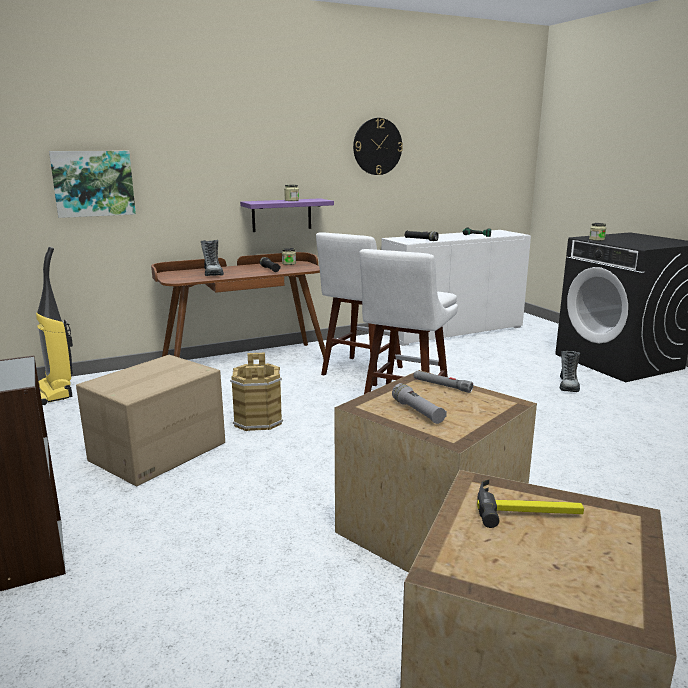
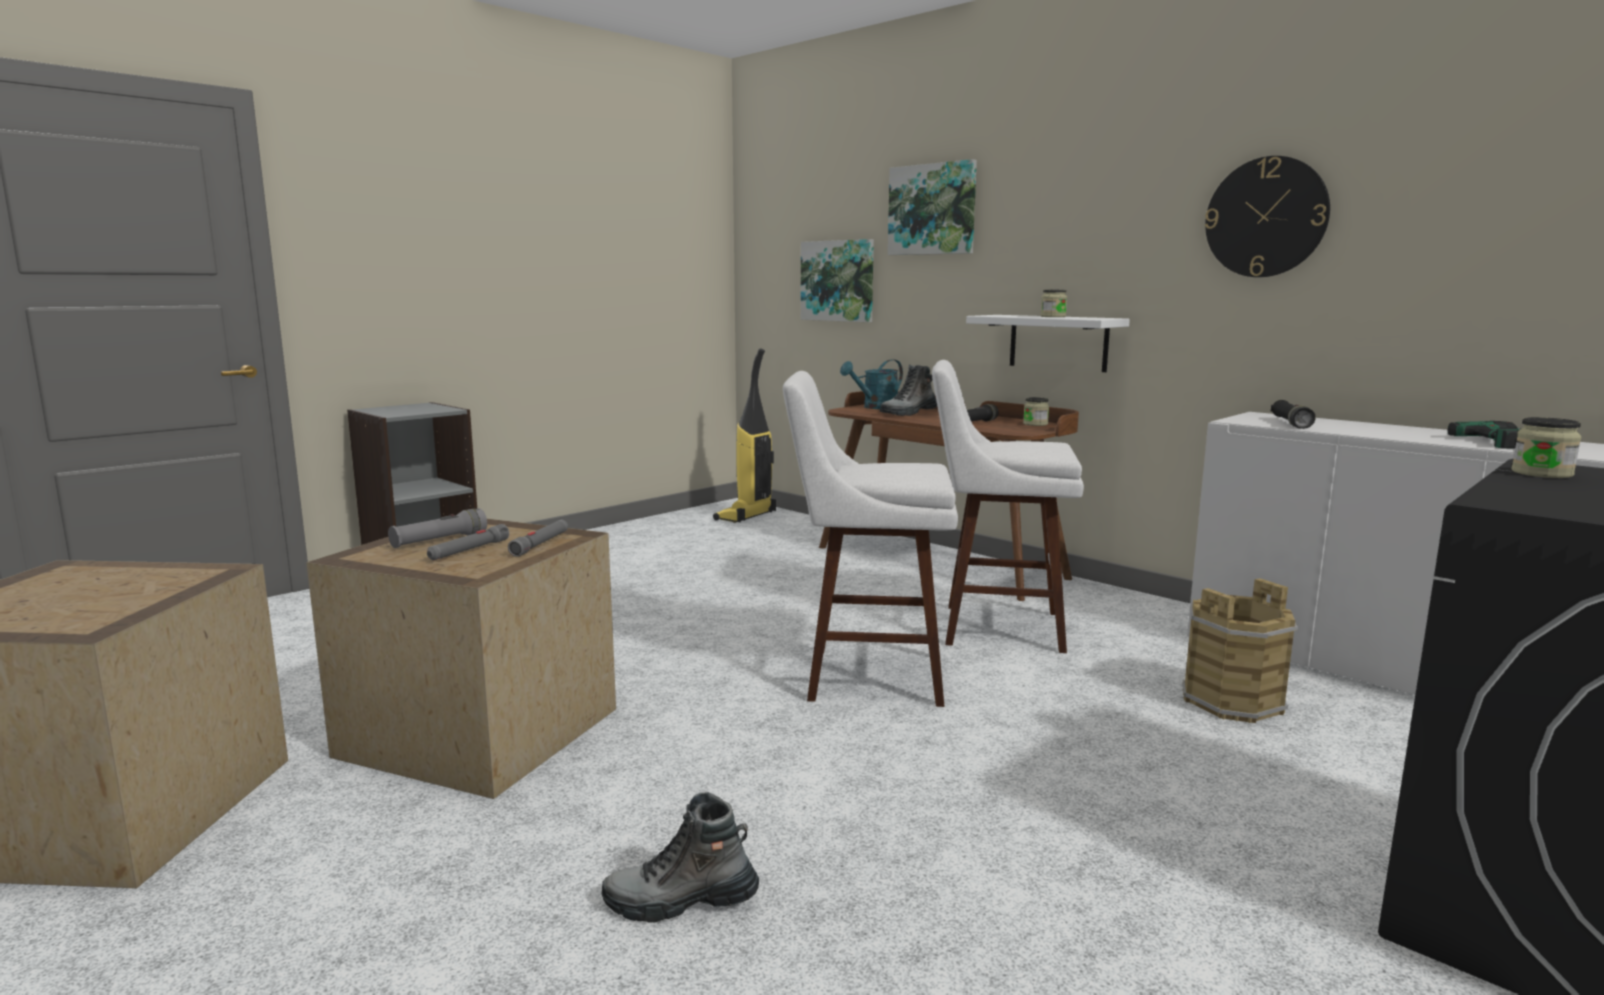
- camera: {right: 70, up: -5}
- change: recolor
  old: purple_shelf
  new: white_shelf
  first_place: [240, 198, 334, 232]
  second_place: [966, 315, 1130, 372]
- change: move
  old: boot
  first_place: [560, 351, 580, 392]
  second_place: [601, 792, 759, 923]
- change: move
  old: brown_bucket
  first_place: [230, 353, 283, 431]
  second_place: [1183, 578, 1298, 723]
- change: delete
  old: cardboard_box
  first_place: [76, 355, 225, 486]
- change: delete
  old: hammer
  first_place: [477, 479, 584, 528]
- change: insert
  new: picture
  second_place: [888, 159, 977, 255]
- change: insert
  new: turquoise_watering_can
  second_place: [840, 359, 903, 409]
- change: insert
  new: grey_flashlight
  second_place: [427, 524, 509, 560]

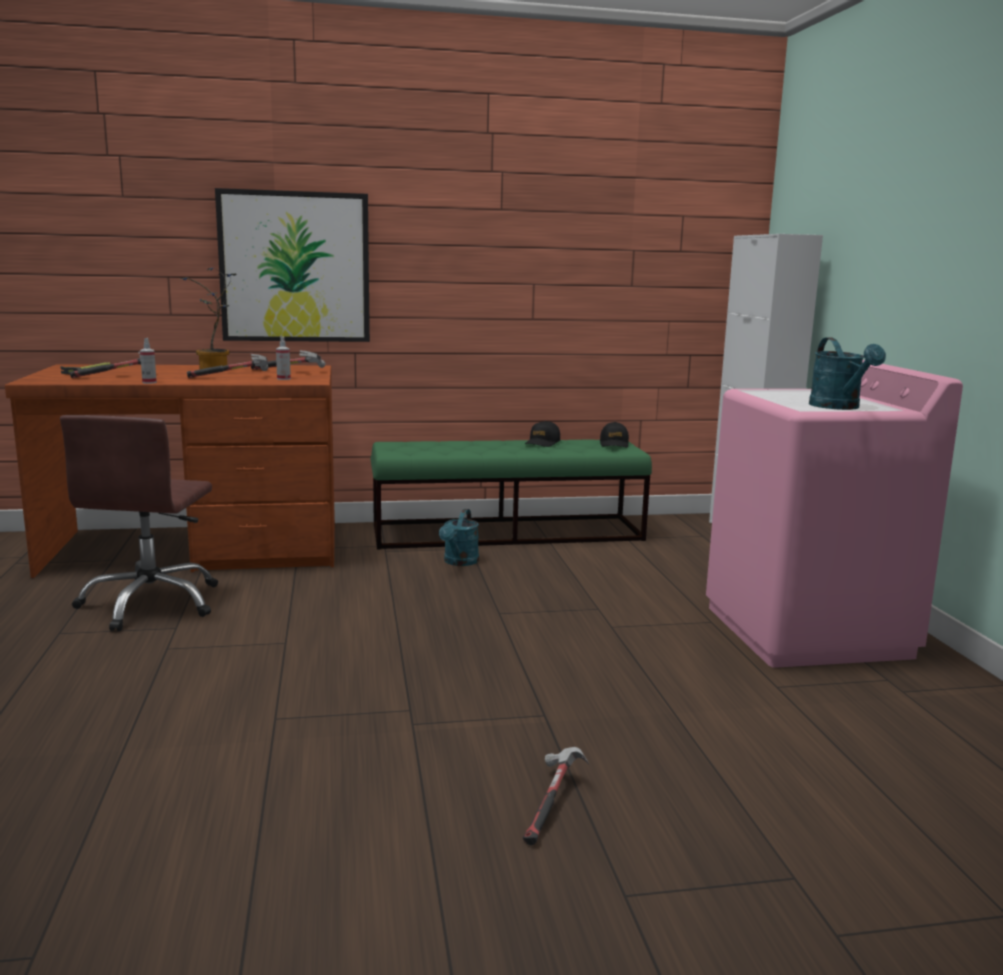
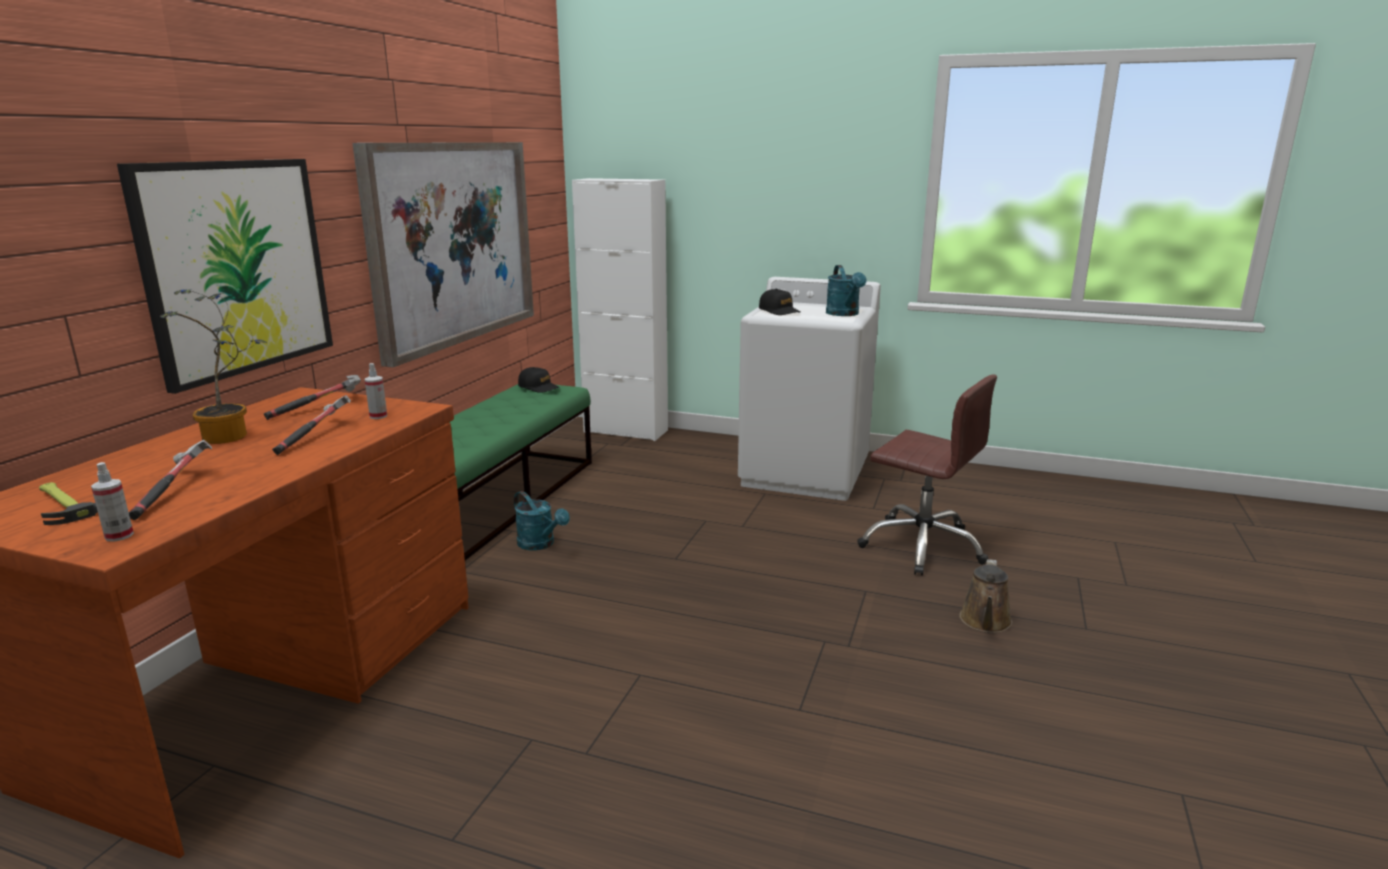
- camera: {right: -60, up: 5}
- change: rotate
  old: turquoise_watering_can
  first_place: [809, 337, 886, 410]
  second_place: [826, 265, 867, 316]
  degrees: 60
- change: move
  old: spray_bottle
  first_place: [140, 338, 157, 384]
  second_place: [91, 462, 134, 542]
- change: recolor
  old: pink_washing_machine
  new: white_washing_machine
  first_place: [706, 360, 963, 668]
  second_place: [738, 277, 881, 501]
- change: move
  old: brown_office_chair
  first_place: [60, 415, 218, 631]
  second_place: [857, 375, 997, 576]
- change: move
  old: black_cap
  first_place: [525, 421, 560, 447]
  second_place: [759, 289, 801, 315]
- change: replace
  old: hammer
  new: brown_watering_can
  first_place: [523, 747, 589, 845]
  second_place: [959, 559, 1012, 633]
- change: insert
  new: picture
  second_place: [352, 142, 534, 367]

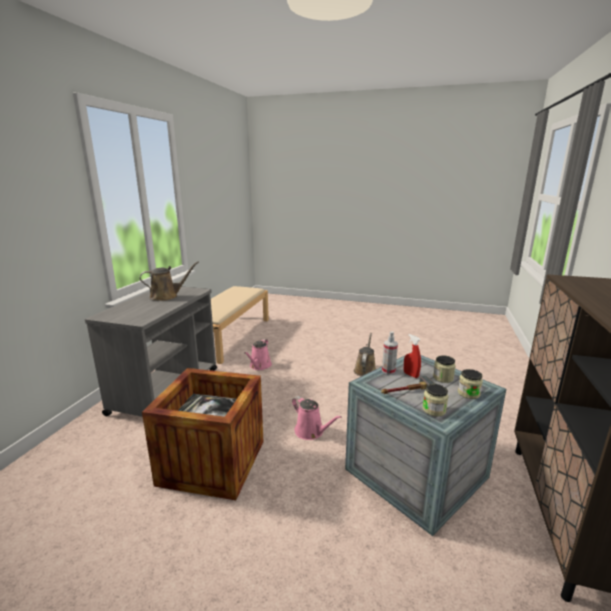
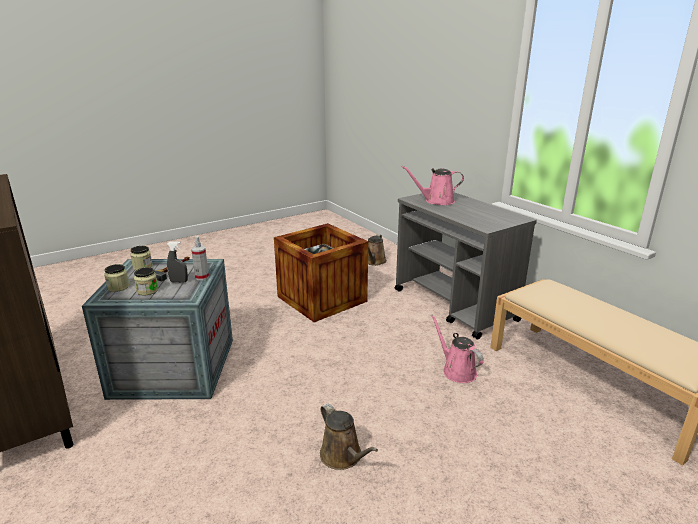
- camera: {right: 130, up: 5}
- change: move
  old: brown_watering_can
  first_place: [140, 262, 199, 301]
  second_place: [368, 234, 387, 266]
- change: recolor
  old: red_spray_bottle
  new: grey_spray_bottle
  first_place: [404, 334, 421, 378]
  second_place: [167, 241, 188, 283]
- change: move
  old: pink_watering_can
  first_place: [292, 396, 342, 440]
  second_place: [402, 166, 464, 205]

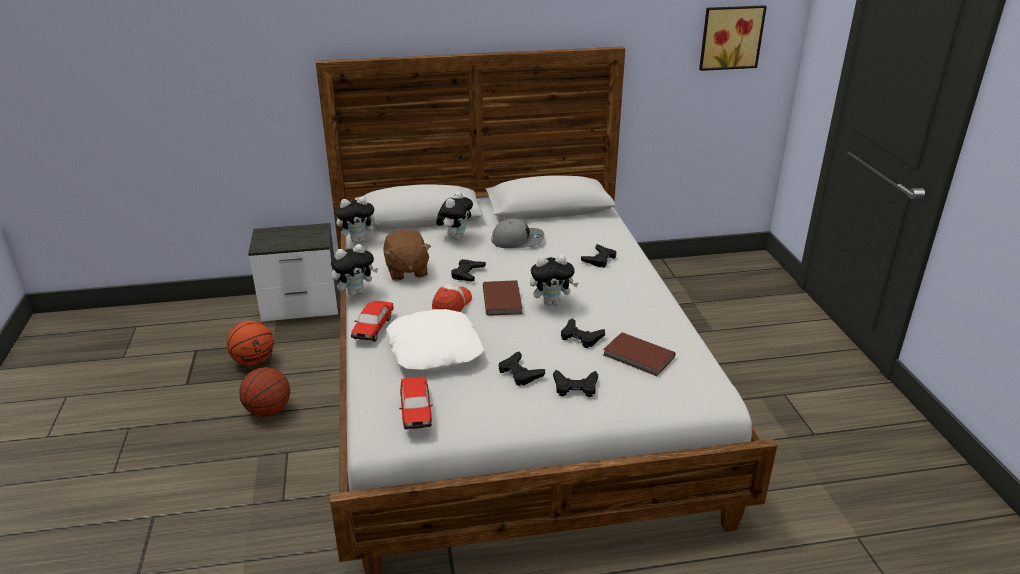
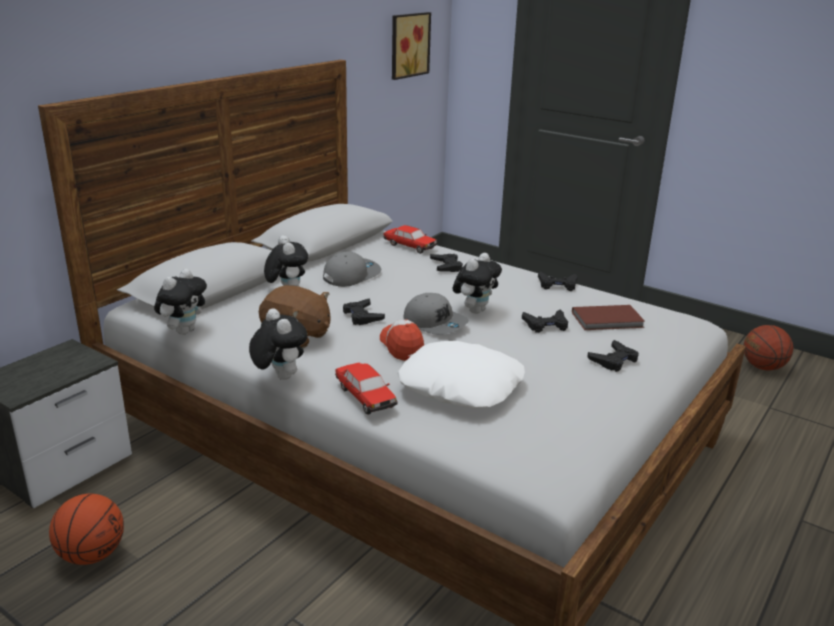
- camera: {right: -45, up: -5}
- change: rotate
  old: plush_toy
  first_place: [331, 244, 378, 296]
  second_place: [249, 308, 307, 380]
  degrees: -45
- change: replace
  old: brown_book
  new: grey_cap
  first_place: [483, 280, 523, 316]
  second_place: [404, 293, 469, 335]
- change: move
  old: black_game_controller
  first_place: [498, 351, 545, 386]
  second_place: [538, 271, 578, 291]
- change: move
  old: basketball
  first_place: [239, 367, 290, 417]
  second_place: [744, 325, 793, 371]
- change: move
  old: toy_car
  first_place: [399, 377, 433, 429]
  second_place: [383, 225, 437, 254]

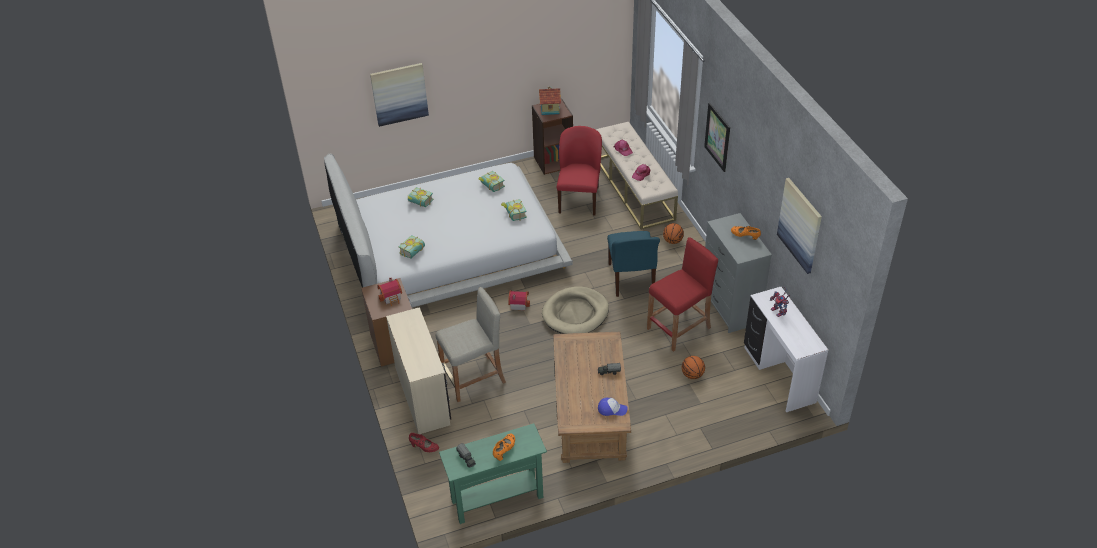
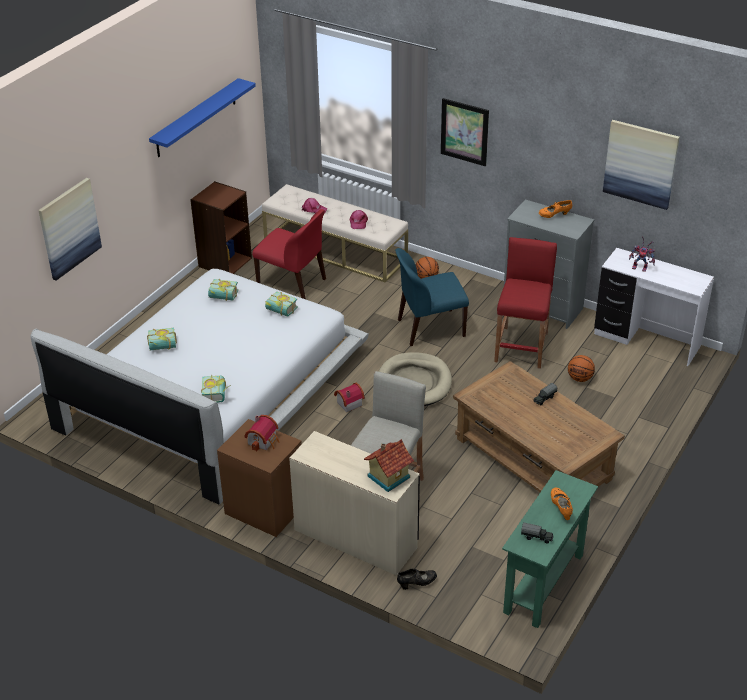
- camera: {right: -40, up: -5}
- change: move
  old: toy_house
  first_place: [539, 86, 561, 115]
  second_place: [364, 439, 414, 492]
- change: rotate
  old: red_chair
  first_place: [556, 126, 602, 216]
  second_place: [252, 209, 326, 299]
  degrees: 150
- change: rotate
  old: blue_chair
  first_place: [607, 231, 660, 297]
  second_place: [395, 248, 469, 346]
  degrees: 120
- change: delete
  old: cap
  first_place: [598, 398, 628, 416]
- change: recolor
  old: red_shoe
  new: black_shoe
  first_place: [409, 433, 439, 452]
  second_place: [397, 569, 437, 590]
- change: insert
  new: blue_shelf
  second_place: [149, 78, 256, 157]

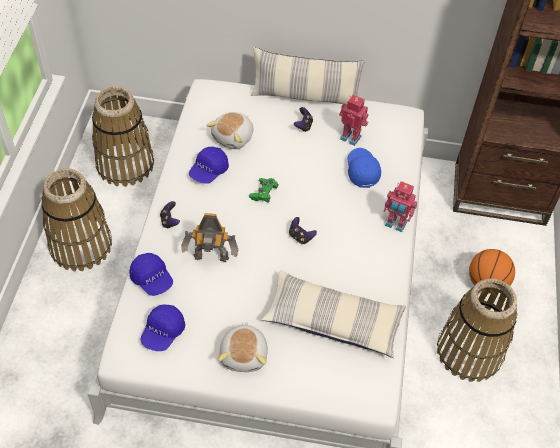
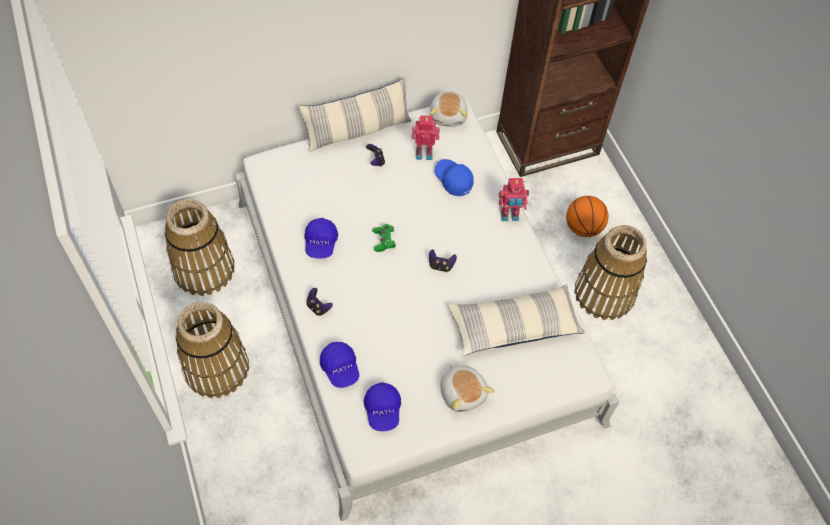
- camera: {right: -30, up: 5}
- change: move
  old: plush_toy
  first_place: [206, 112, 253, 149]
  second_place: [430, 91, 468, 127]
- change: delete
  old: toy_robot
  first_place: [181, 213, 238, 262]
- change: rotate
  old: blue_cap
  first_place: [130, 253, 173, 296]
  second_place: [320, 342, 360, 388]
  degrees: 45

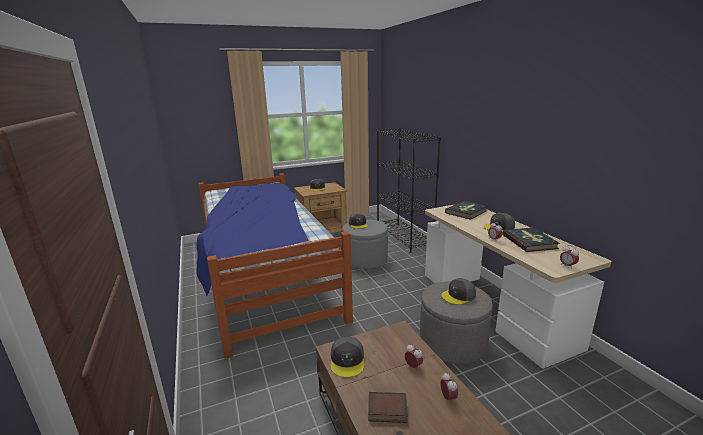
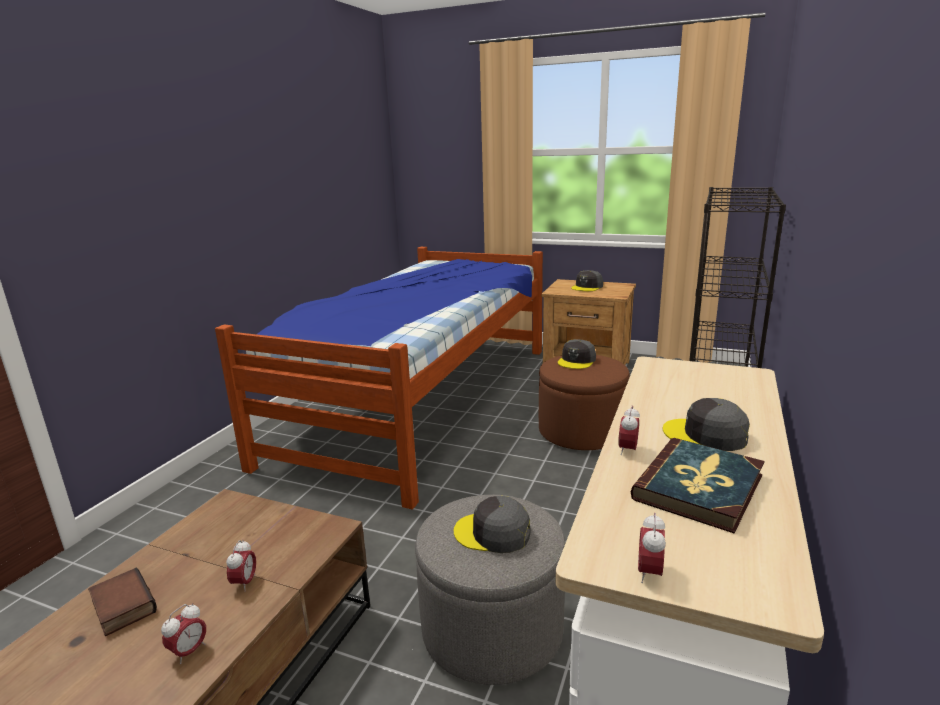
- camera: {right: 45, up: 0}
- change: delete
  old: book
  first_place: [445, 201, 488, 220]
- change: recolor
  old: grey_ottoman
  new: brown_ottoman
  first_place: [342, 219, 388, 269]
  second_place: [539, 355, 630, 450]
- change: delete
  old: grey_cap
  first_place: [331, 337, 364, 378]

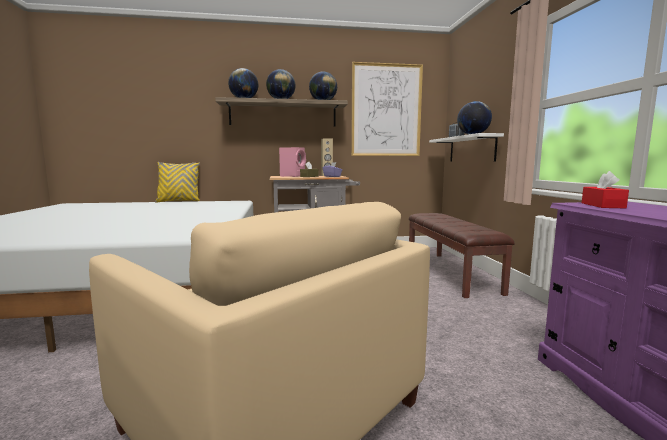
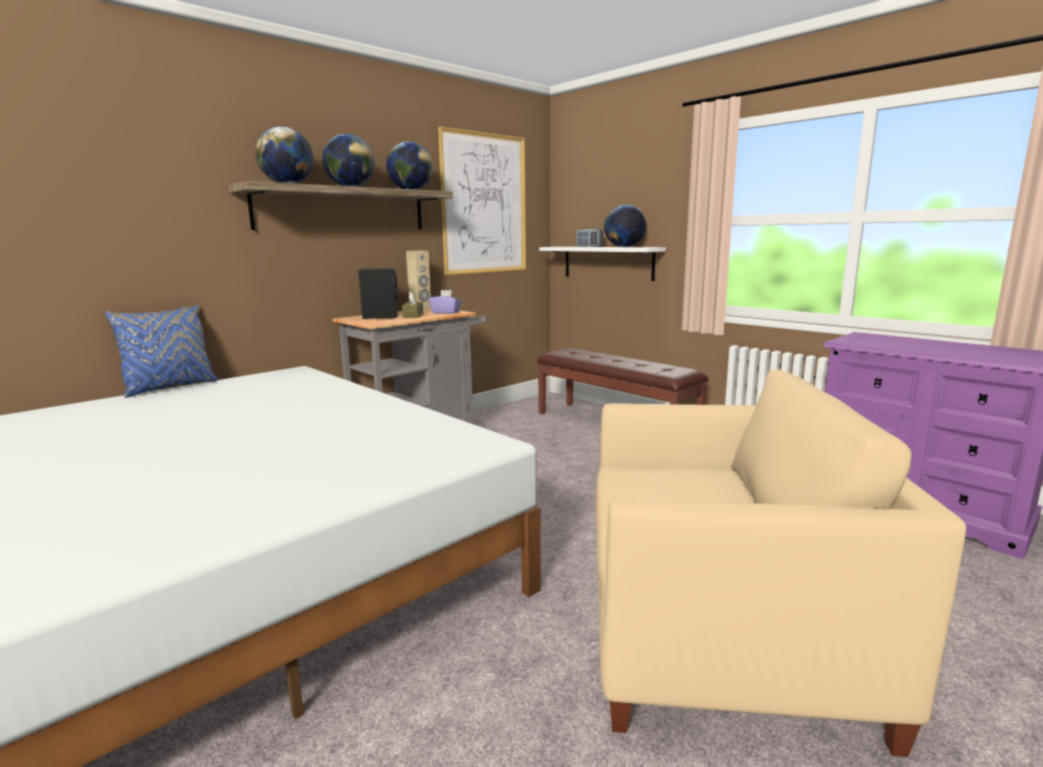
- camera: {right: -35, up: 5}
- change: recolor
  old: pink_speaker
  new: black_speaker
  first_place: [279, 147, 306, 177]
  second_place: [359, 268, 398, 319]
- change: recolor
  old: yellow_pillow
  new: blue_pillow
  first_place: [155, 162, 200, 203]
  second_place: [105, 305, 218, 398]
- change: delete
  old: red_tissue_box
  first_place: [582, 171, 629, 208]

